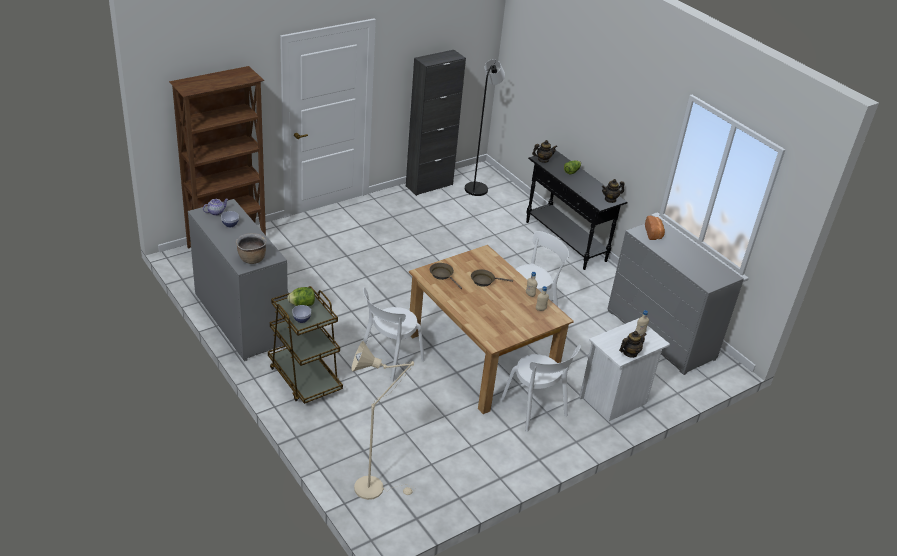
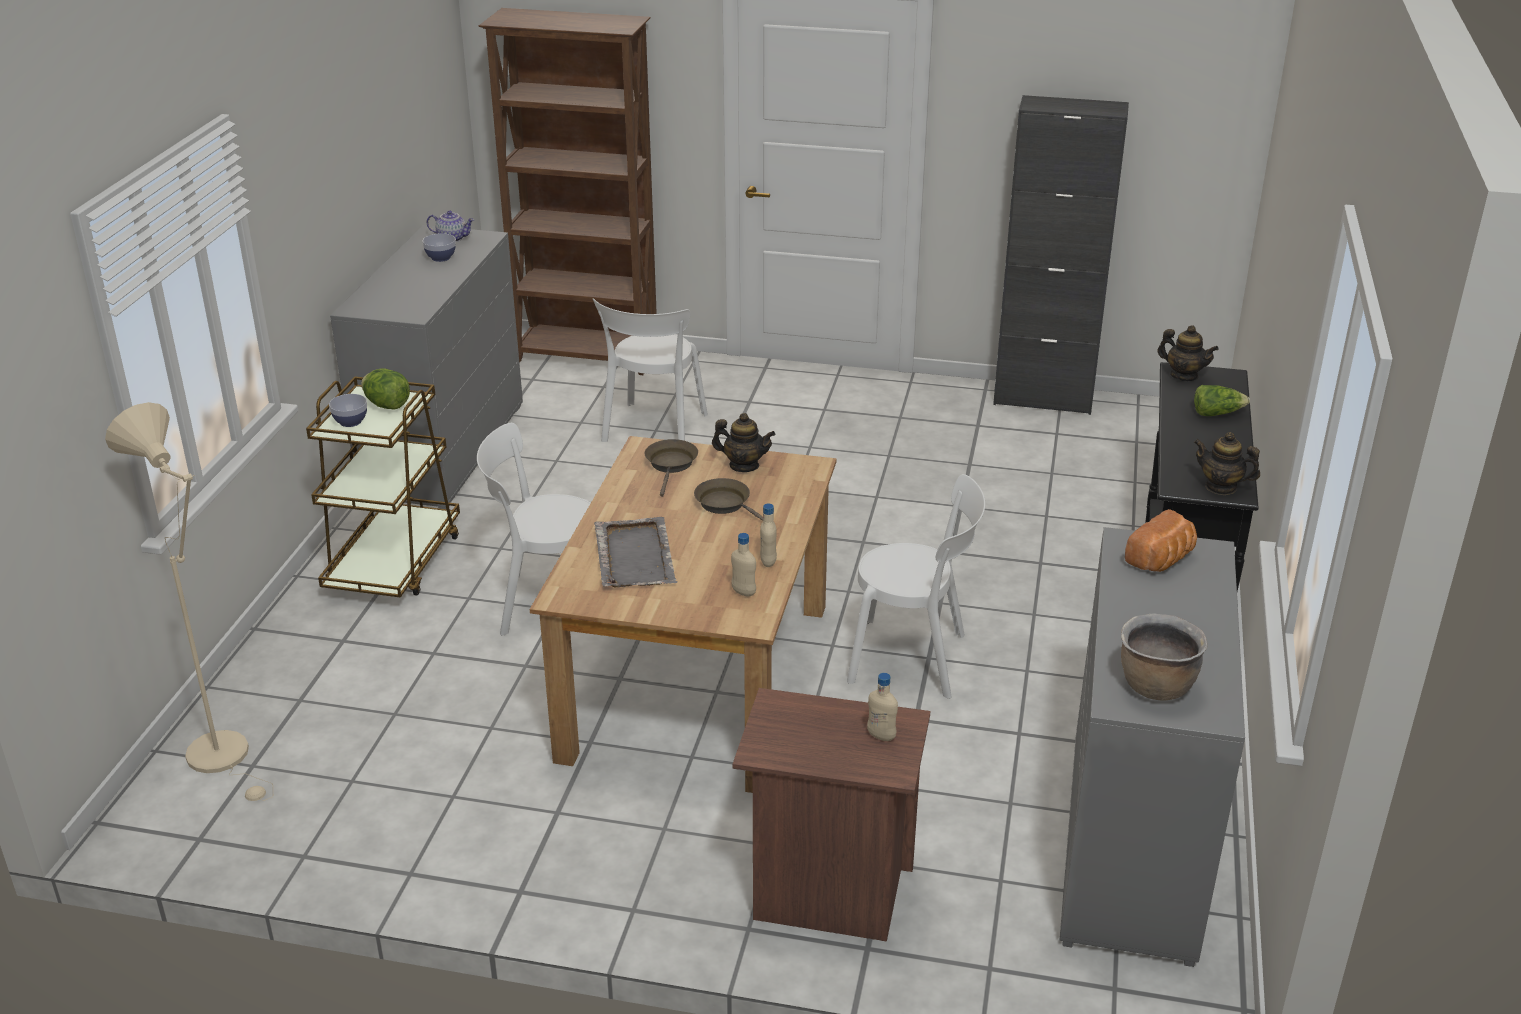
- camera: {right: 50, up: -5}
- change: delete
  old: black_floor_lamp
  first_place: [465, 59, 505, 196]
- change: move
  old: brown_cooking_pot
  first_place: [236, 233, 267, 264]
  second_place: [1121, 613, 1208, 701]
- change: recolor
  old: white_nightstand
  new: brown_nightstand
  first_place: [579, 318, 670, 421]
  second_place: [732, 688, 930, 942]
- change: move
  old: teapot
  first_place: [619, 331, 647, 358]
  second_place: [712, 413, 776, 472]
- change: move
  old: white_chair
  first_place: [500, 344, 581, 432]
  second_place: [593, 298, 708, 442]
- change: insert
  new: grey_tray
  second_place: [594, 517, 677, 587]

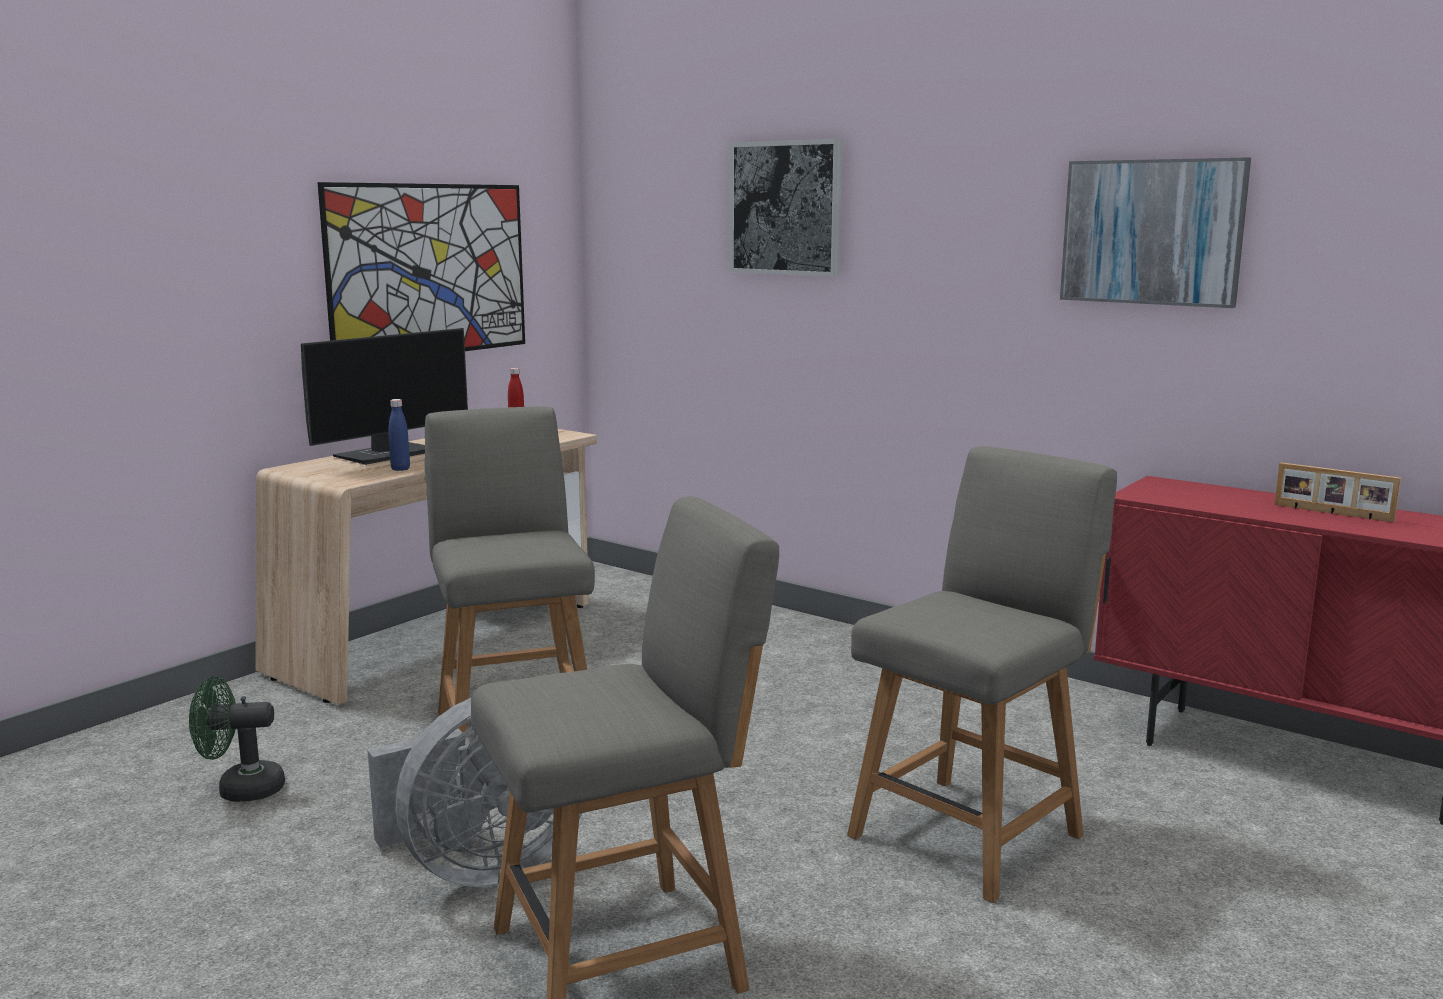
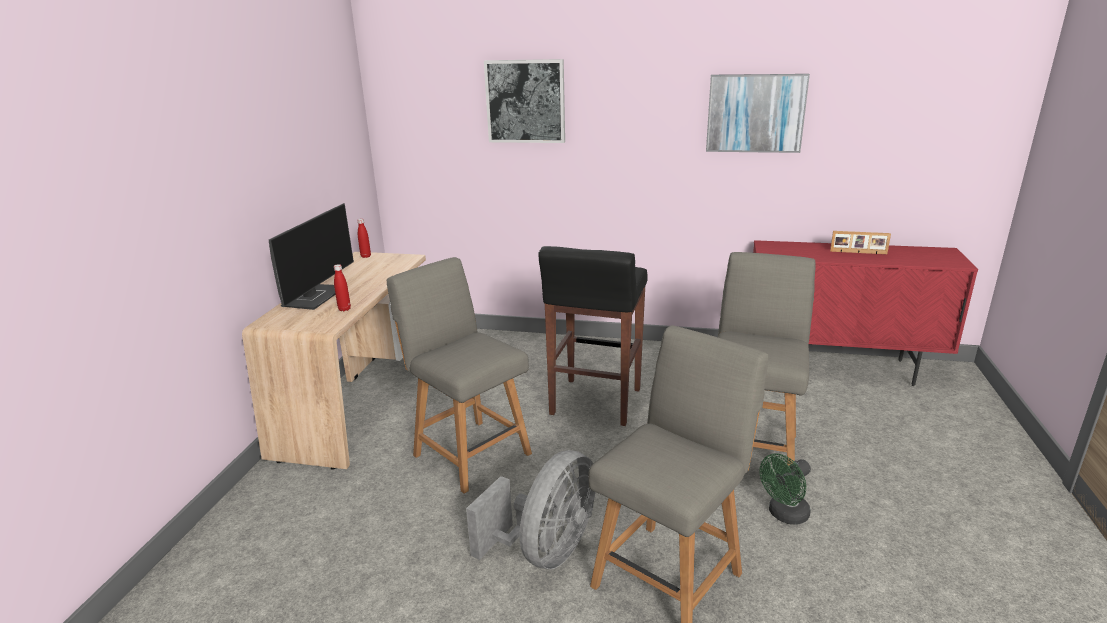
- camera: {right: -25, up: 10}
- change: delete
  old: picture
  first_place: [318, 182, 525, 351]
- change: recolor
  old: blue_bottle
  new: red_bottle
  first_place: [388, 399, 410, 471]
  second_place: [334, 264, 351, 311]
- change: move
  old: green_fan
  first_place: [189, 676, 285, 802]
  second_place: [759, 453, 811, 525]
- change: insert
  new: black_stool
  second_place: [538, 246, 648, 426]

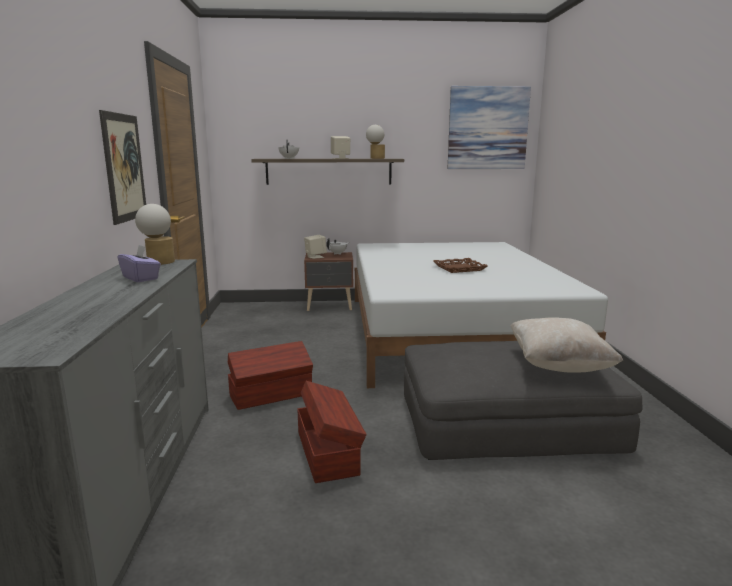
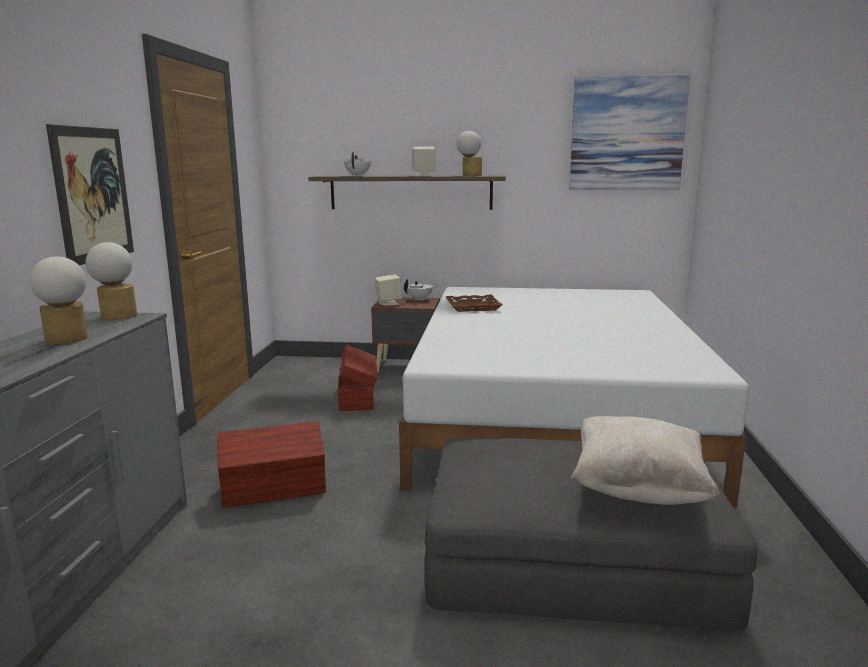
- camera: {right: 10, up: 0}
- change: replace
  old: purple_tissue_box
  new: table_lamp
  first_place: [117, 245, 161, 282]
  second_place: [30, 256, 88, 344]
- change: move
  old: brown_tray
  first_place: [433, 258, 488, 273]
  second_place: [446, 295, 502, 312]
- change: move
  old: brown_storage_box
  first_place: [297, 381, 367, 483]
  second_place: [338, 345, 377, 411]

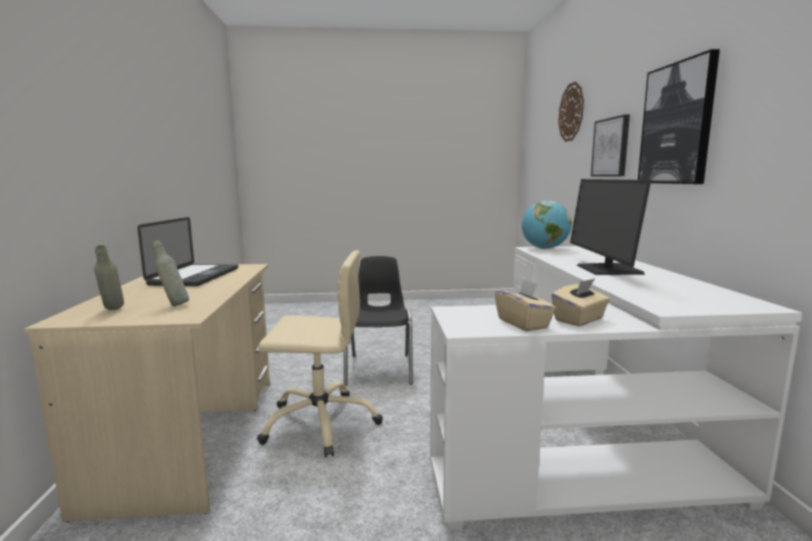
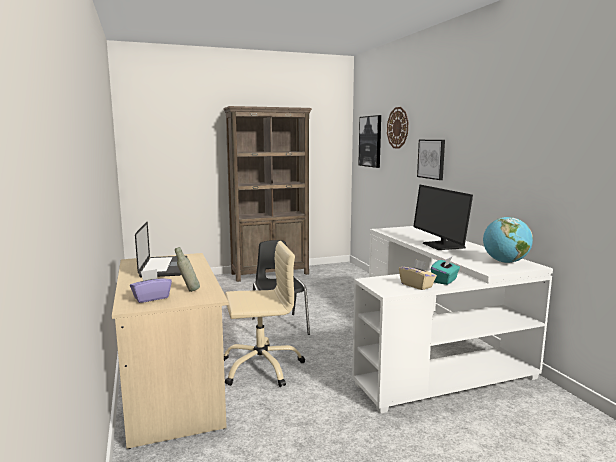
- camera: {right: -15, up: 0}
- change: move
  old: picture
  first_place: [638, 49, 720, 184]
  second_place: [358, 115, 381, 168]
- change: move
  old: globe
  first_place: [522, 201, 572, 249]
  second_place: [483, 217, 533, 263]
- change: replace
  old: grey_bottle
  new: purple_tissue_box
  first_place: [94, 245, 124, 310]
  second_place: [130, 269, 172, 303]
- change: recolor
  old: beige_tissue_box
  new: turquoise_tissue_box
  first_place: [551, 278, 610, 326]
  second_place: [431, 257, 460, 285]
- change: insert
  new: brown_bookcase
  second_place: [223, 106, 312, 282]

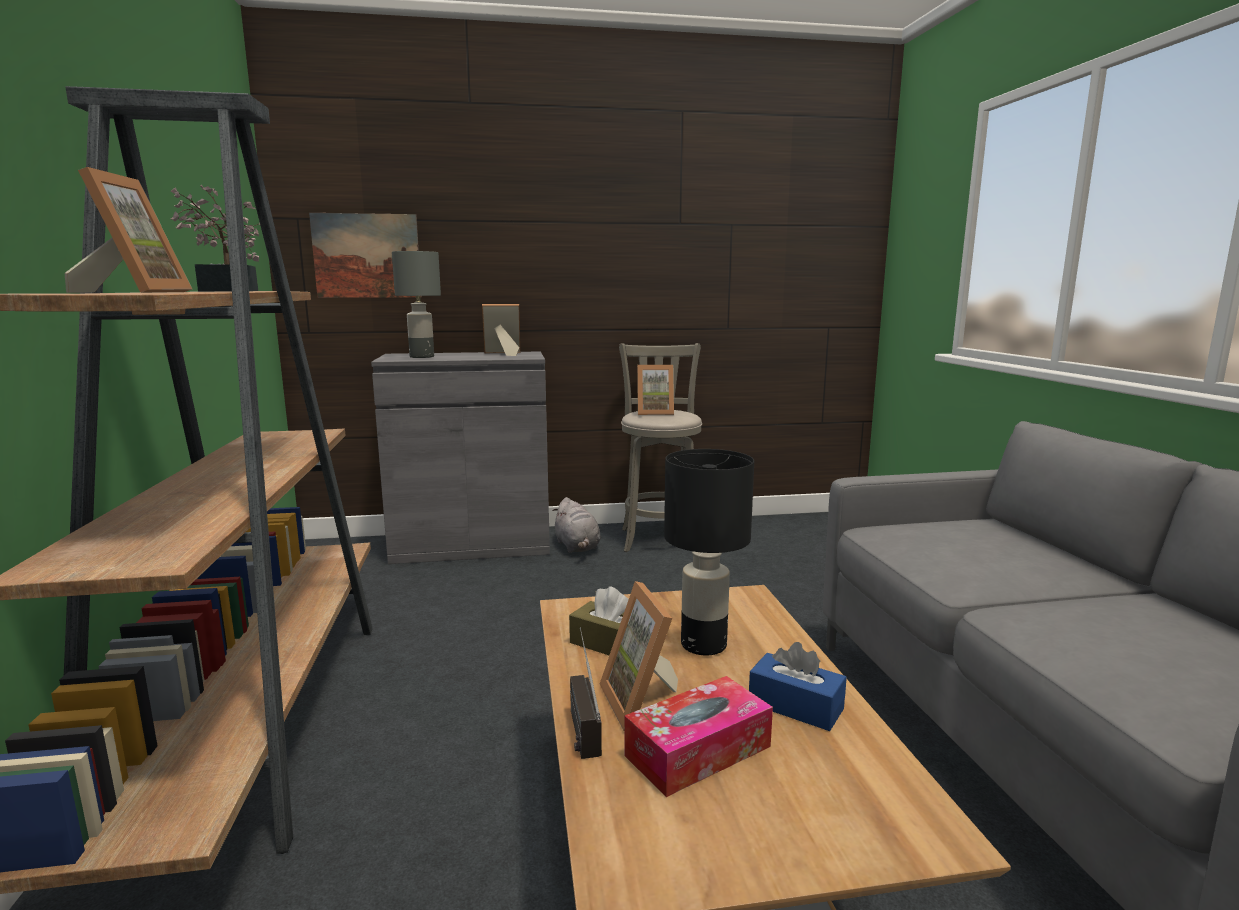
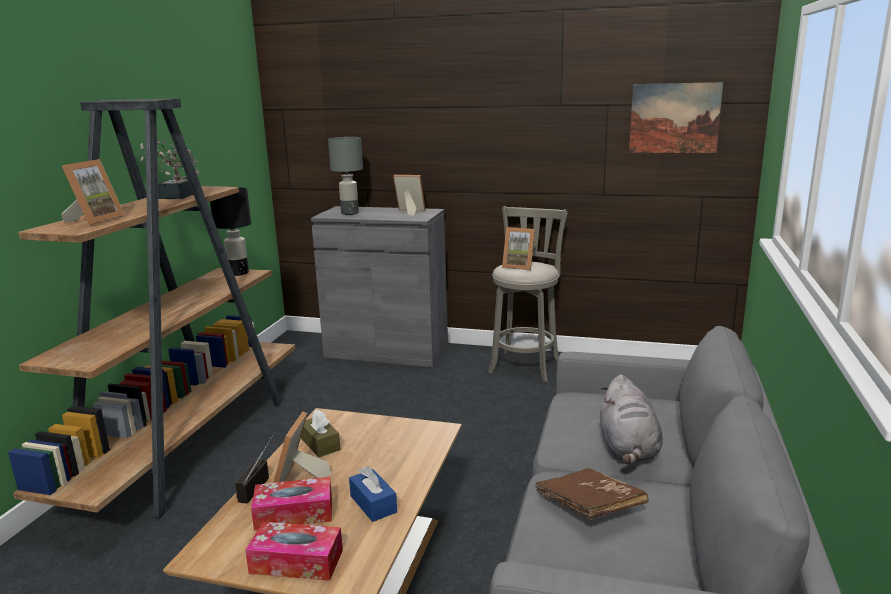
- camera: {right: 25, up: 5}
- change: move
  old: picture
  first_place: [309, 213, 422, 298]
  second_place: [629, 82, 723, 153]
- change: move
  old: black_table_lamp
  first_place: [664, 449, 754, 655]
  second_place: [210, 187, 251, 276]
- change: move
  old: grey_plush_toy
  first_place: [552, 497, 601, 553]
  second_place: [600, 375, 663, 464]
- change: insert
  new: brown_book
  second_place: [535, 468, 649, 520]
- change: insert
  new: tissue_box
  second_place: [245, 522, 343, 581]

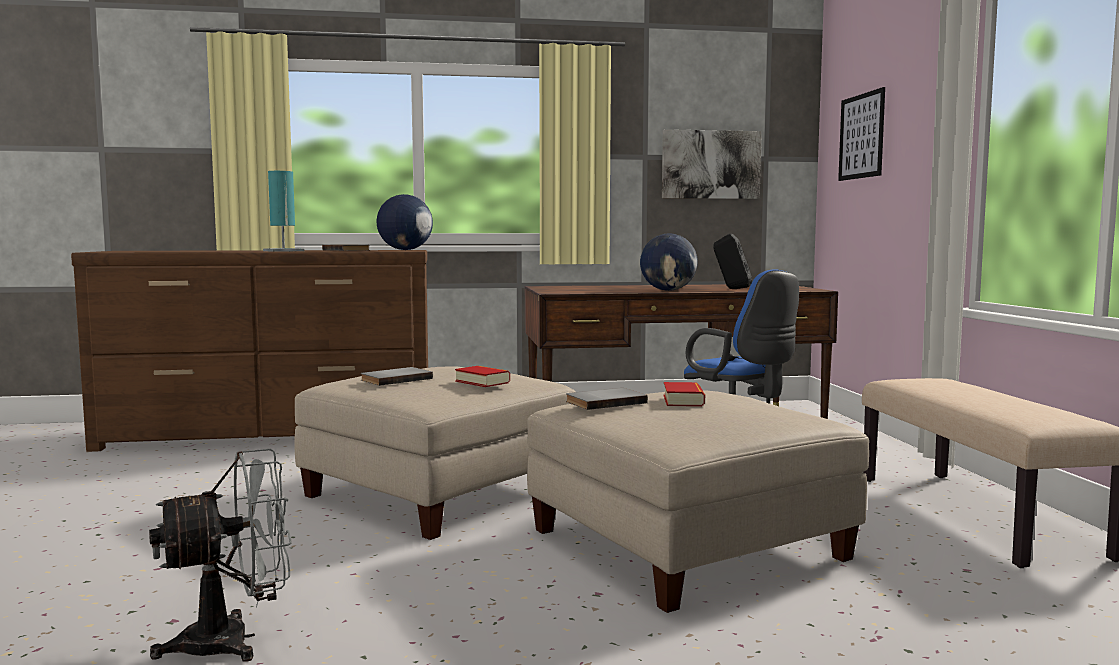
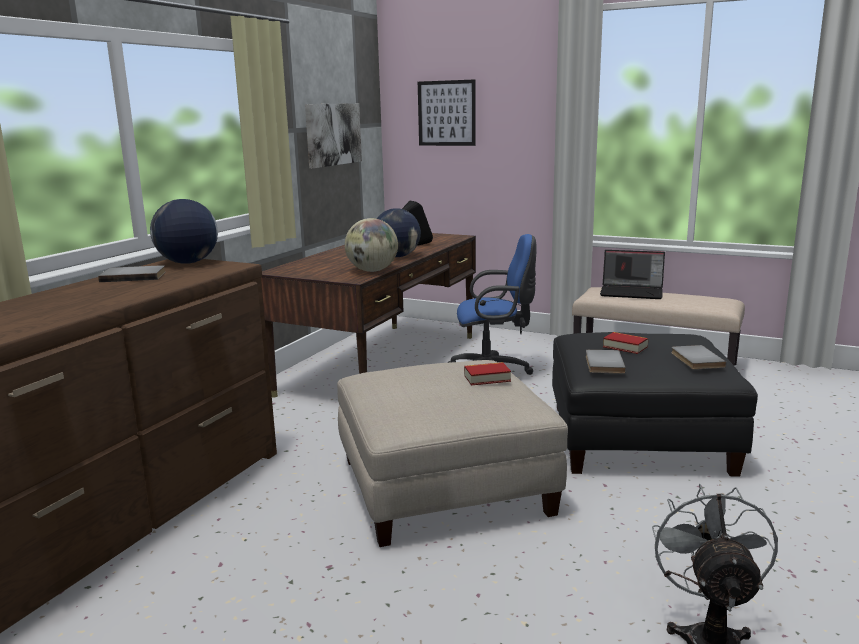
- camera: {right: -55, up: 10}
- change: delete
  old: turquoise_table_lamp
  first_place: [263, 171, 305, 252]
- change: move
  old: grey_book
  first_place: [361, 367, 433, 386]
  second_place: [671, 345, 726, 369]
- change: recolor
  old: beige_ottoman
  new: black_ottoman
  first_place: [527, 390, 869, 613]
  second_place: [552, 332, 758, 477]
- change: insert
  new: globe
  second_place: [345, 218, 398, 272]
- change: insert
  new: laptop
  second_place: [600, 250, 665, 299]

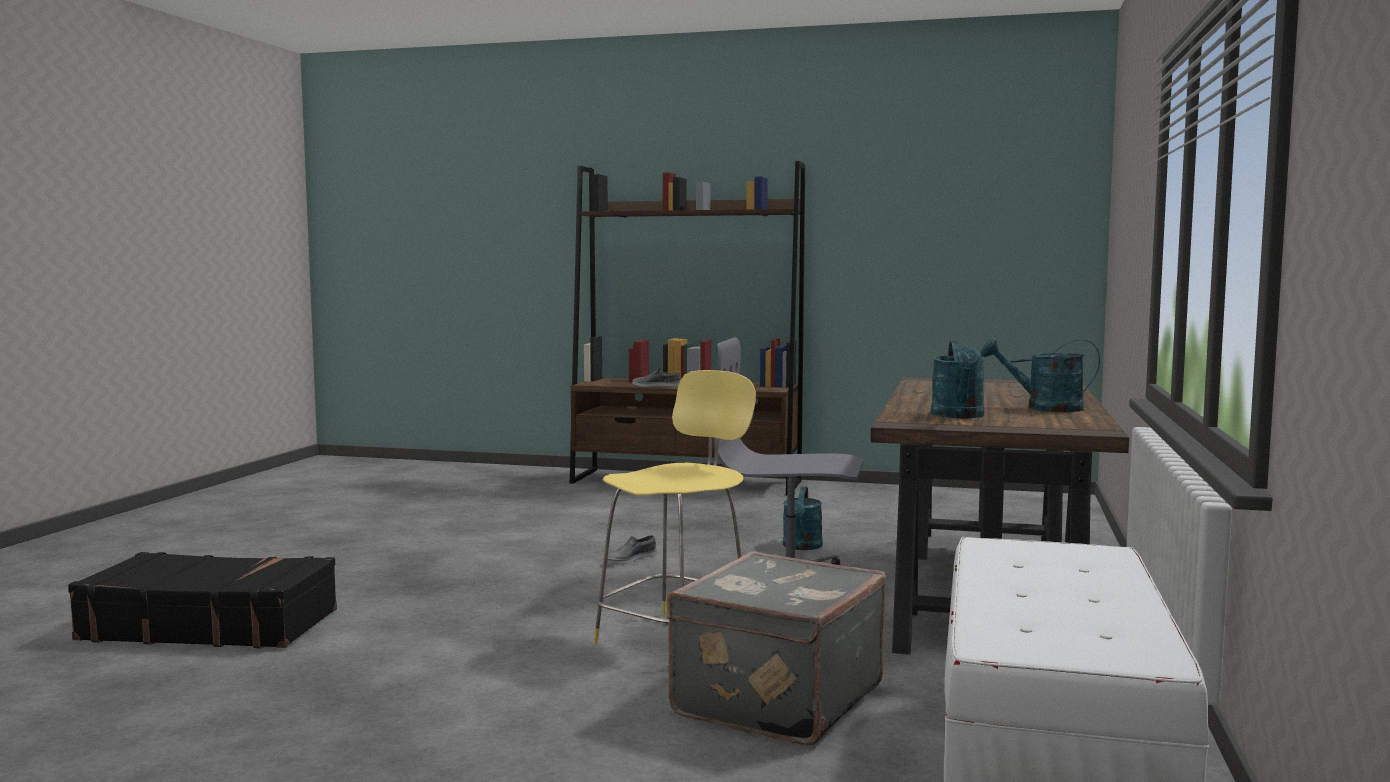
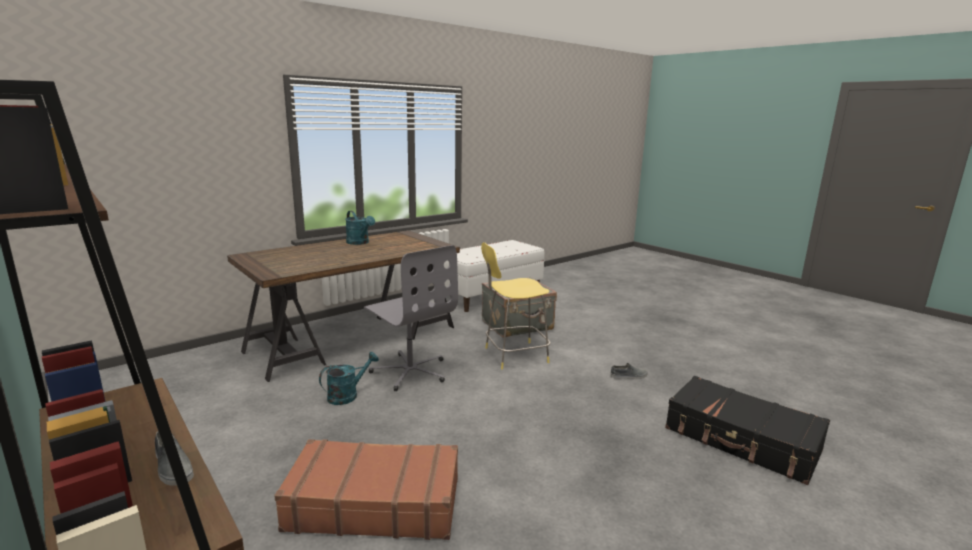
- camera: {right: -145, up: 10}
- change: delete
  old: turquoise_watering_can
  first_place: [931, 341, 985, 418]
- change: move
  old: grey_shoe
  first_place: [607, 535, 656, 565]
  second_place: [610, 363, 648, 379]
- change: insert
  new: brown_suitcase
  second_place: [274, 439, 458, 540]

